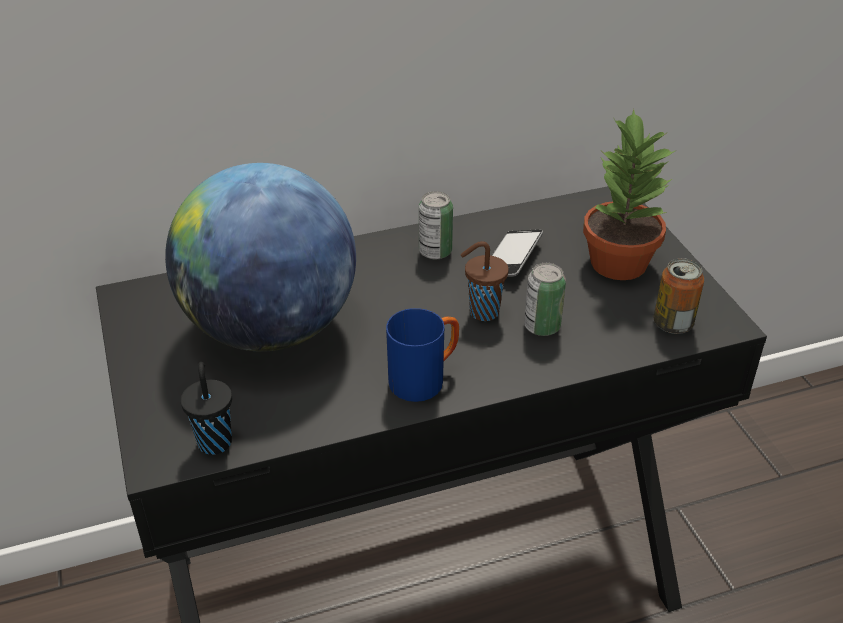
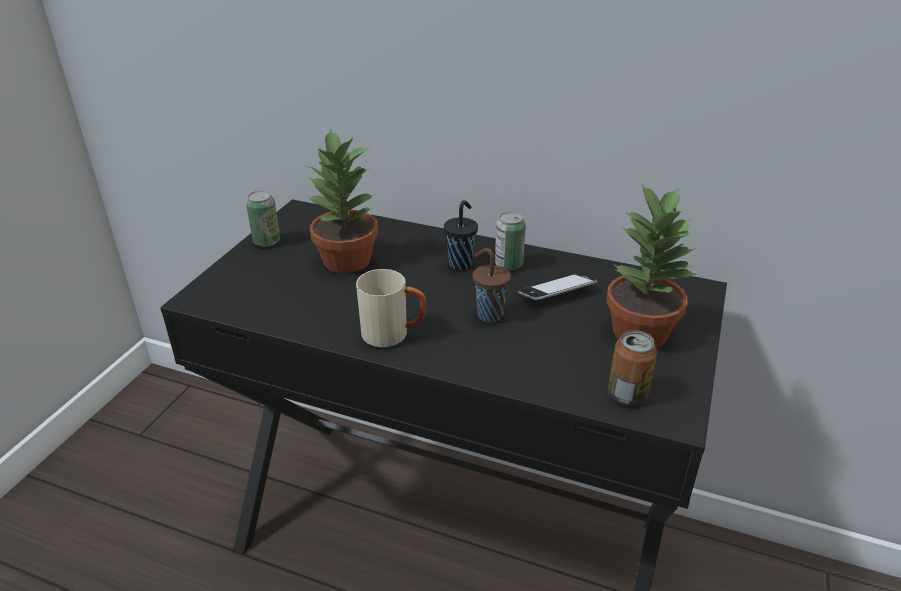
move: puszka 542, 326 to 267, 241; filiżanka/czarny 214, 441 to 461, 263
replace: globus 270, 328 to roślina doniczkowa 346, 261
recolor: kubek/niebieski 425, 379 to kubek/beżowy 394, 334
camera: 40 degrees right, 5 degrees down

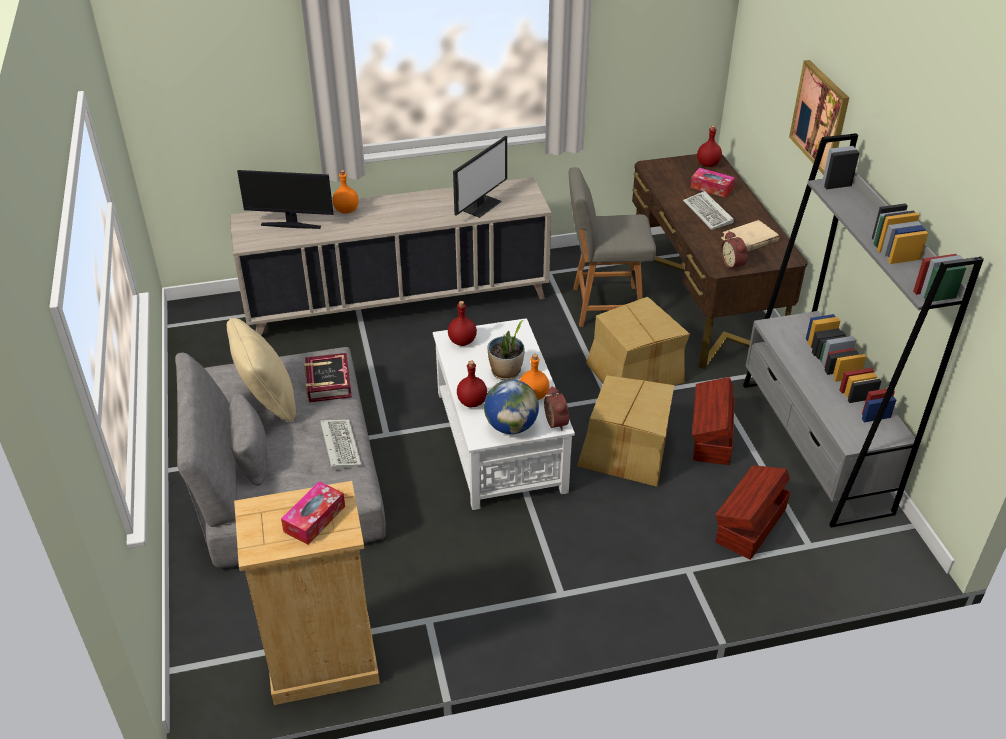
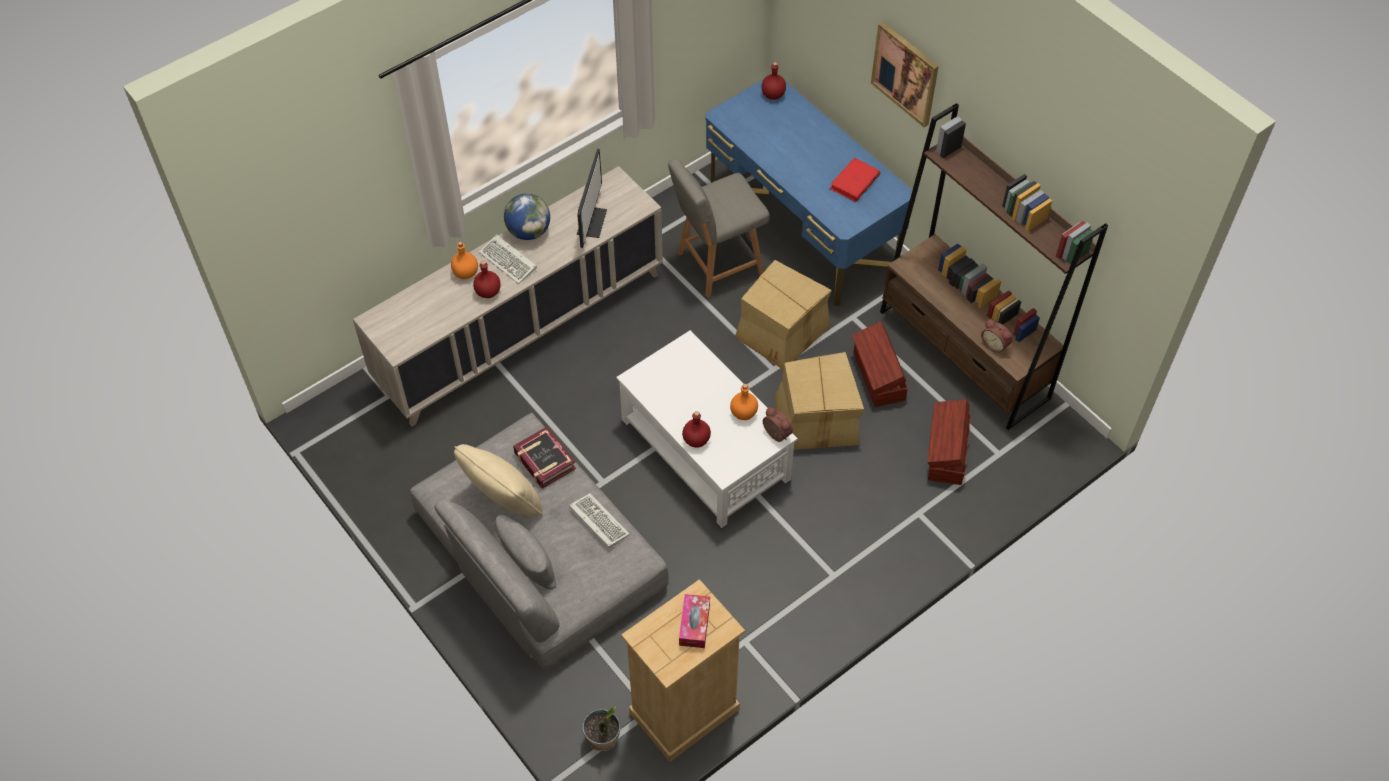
delete: monitor 291, 225; pudełko chusteczek 711, 188
move: butelka/czerwony 462, 342 to 488, 292; klawiatura 709, 213 to 509, 261; globus 511, 426 to 529, 231; roślina doniczkowa 506, 372 to 603, 738; budzik 733, 264 to 995, 344
recolor: biurko/brązowy 702, 301 to biurko/niebieski 801, 227; książka/beżowy 749, 240 to książka/czerwony 854, 182; regał/szary 814, 446 to regał/brązowy 964, 355
camera: 25 degrees left, 15 degrees up

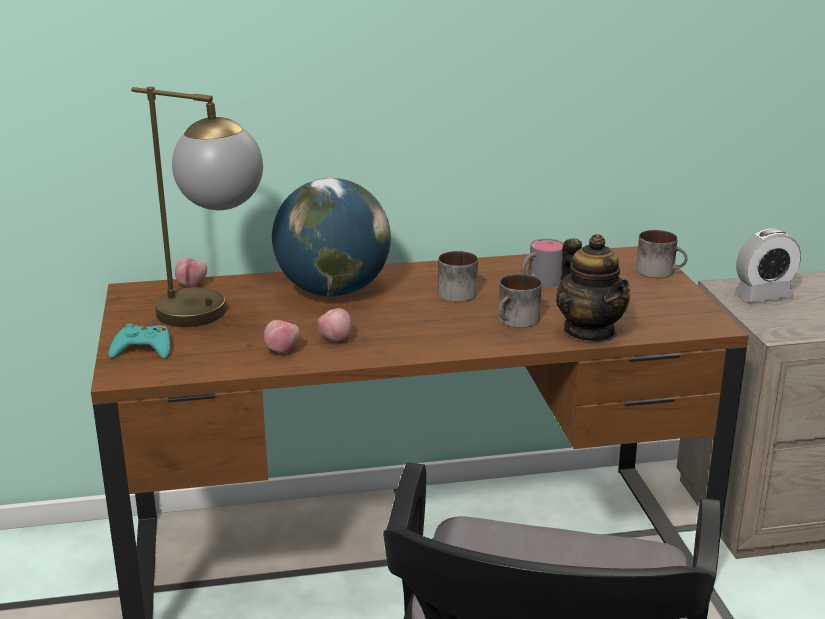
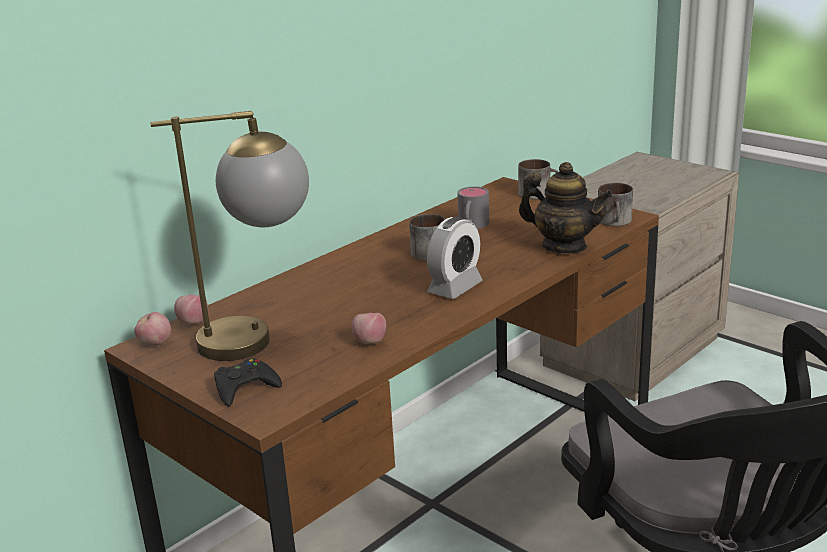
delete: globus 332, 292
move: jabłko 335, 340 to 155, 344; budzik 763, 295 to 455, 288; kubek 517, 321 to 616, 221
recolor: pad do gier/turkusowy 143, 349 to pad do gier/czarny 245, 388
camera: 35 degrees left, 0 degrees up

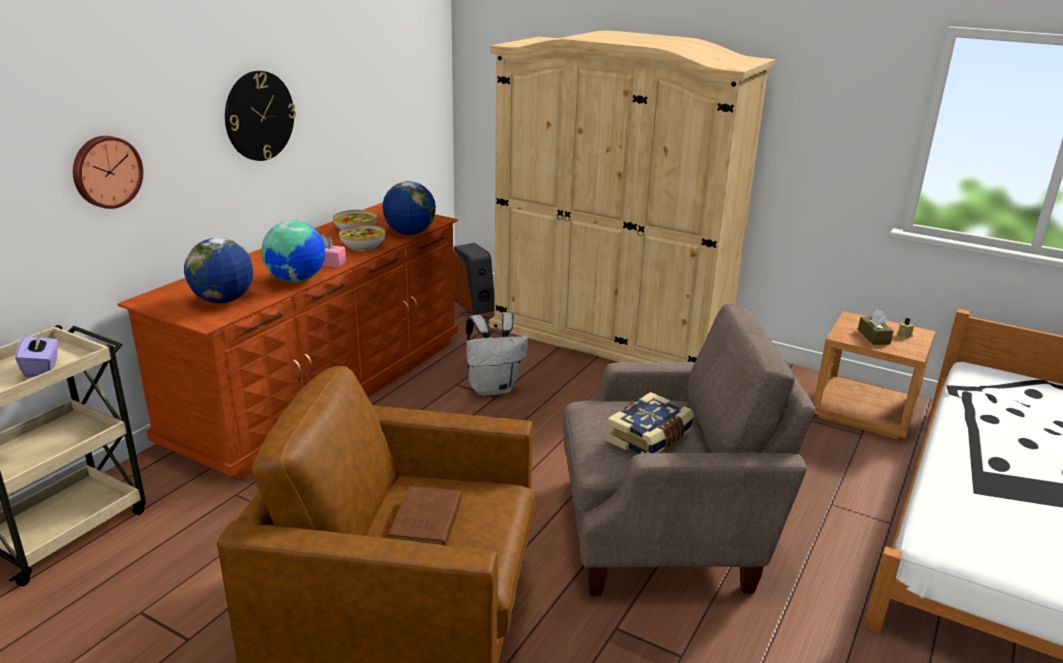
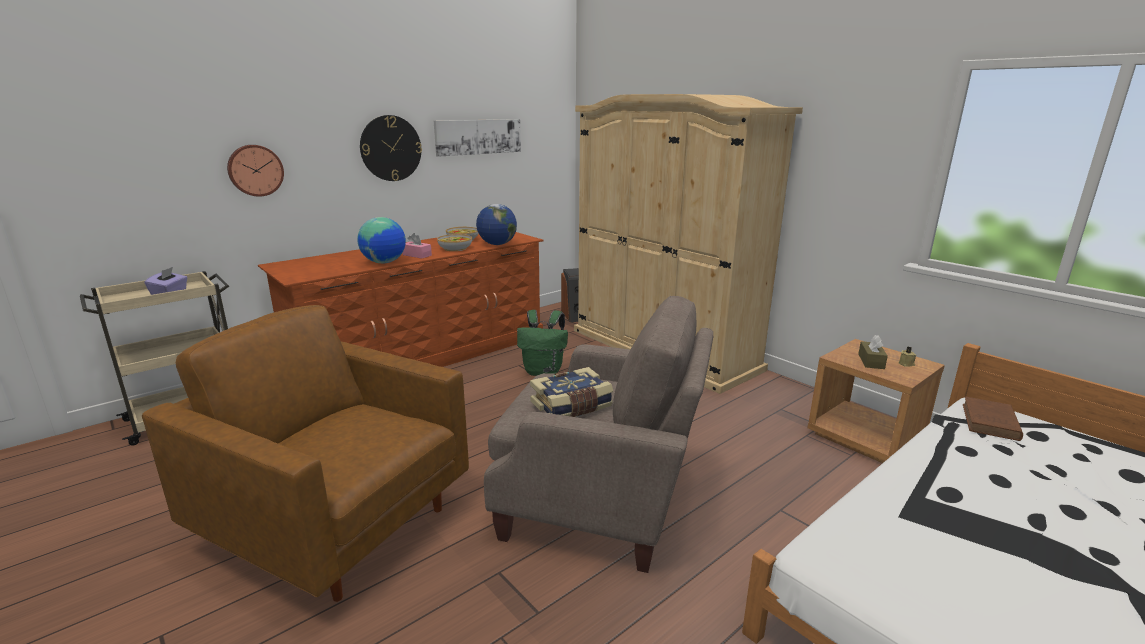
delete: globus 223, 300
insert: obraz 478, 136
move: książka/brązowy 425, 524 to 990, 423
recolor: plecak/biały 493, 388 to plecak/zielony 544, 371
camera: 20 degrees right, 5 degrees down

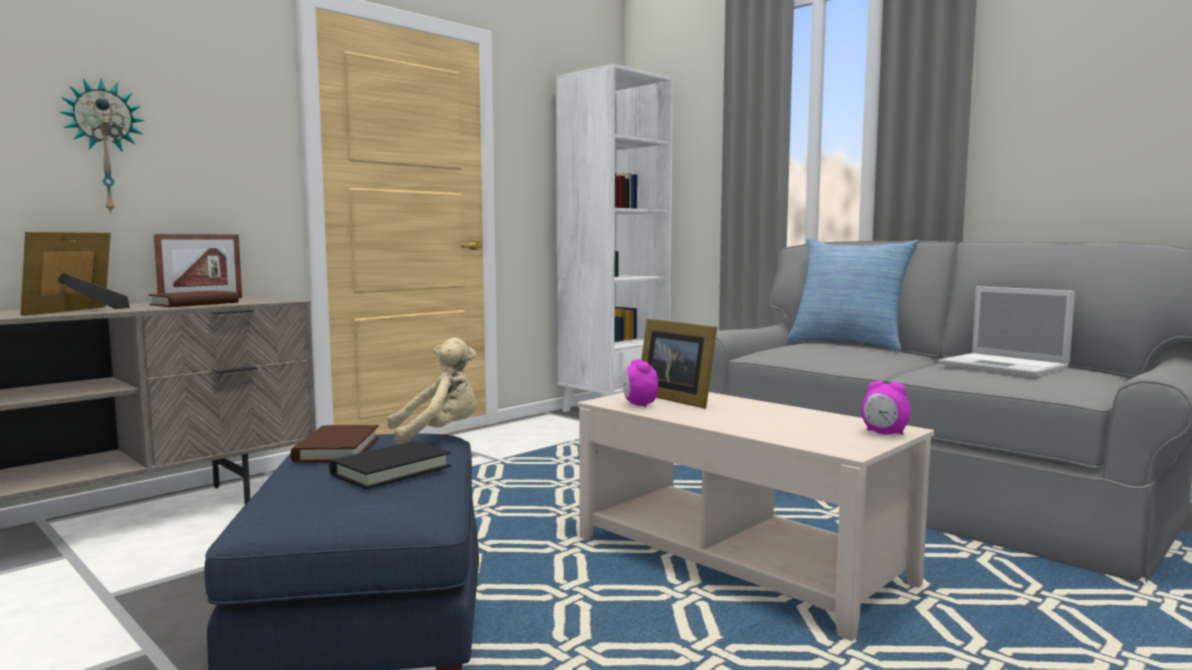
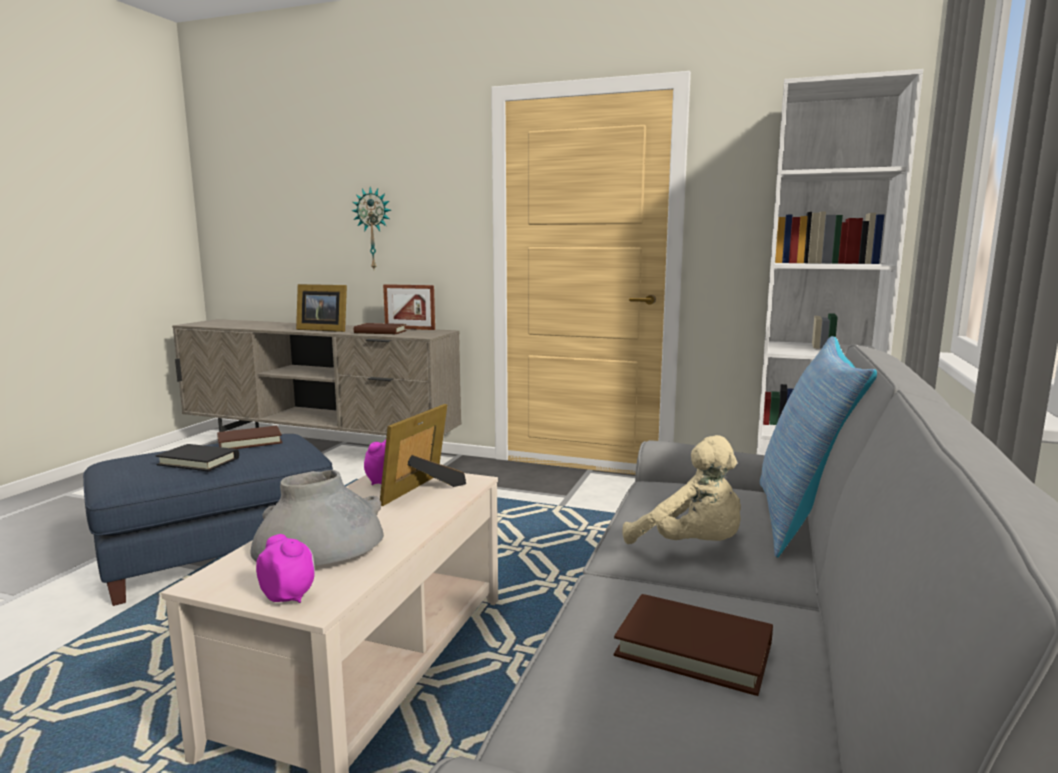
insert: wazon/szary 318, 544
move: pluszak/beżowy 439, 434 to 691, 547
replace: laptop 1005, 366 to książka/brązowy 694, 648
rotate: budzik 884, 433 = 289, 596 120 degrees clockwise; ramka na zdjęcie 78, 311 = 322, 329 150 degrees counterclockwise
camera: 65 degrees right, 5 degrees up

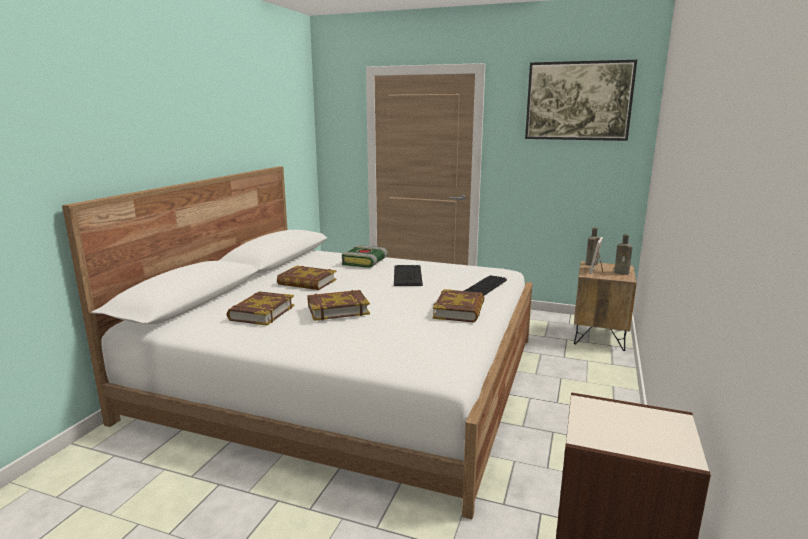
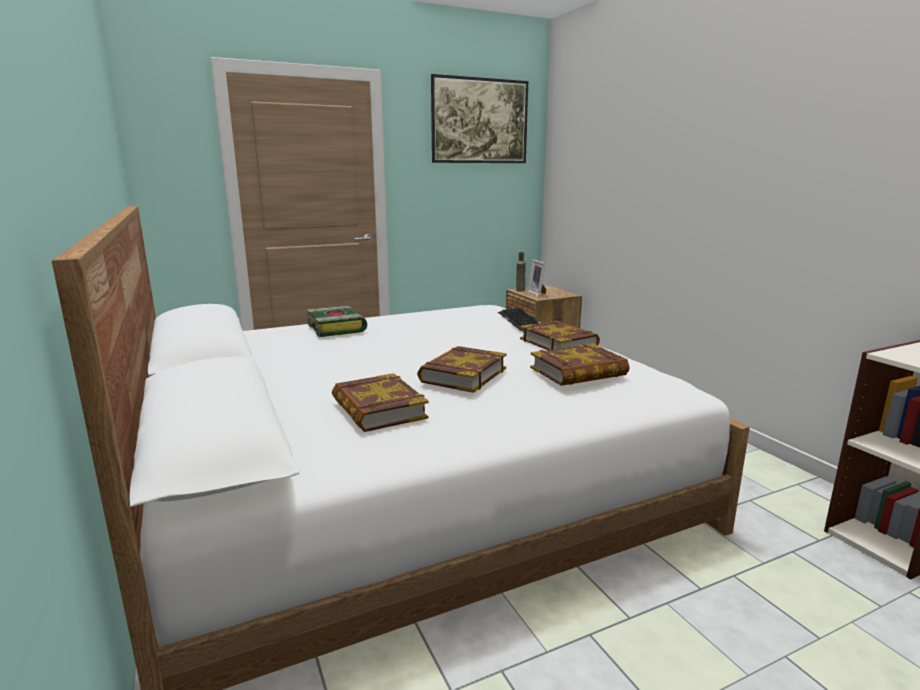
delete: klawiatura 407, 275; butelka/brązowy 622, 273
move: książka 307, 282 to 578, 372
camera: 45 degrees left, 0 degrees up

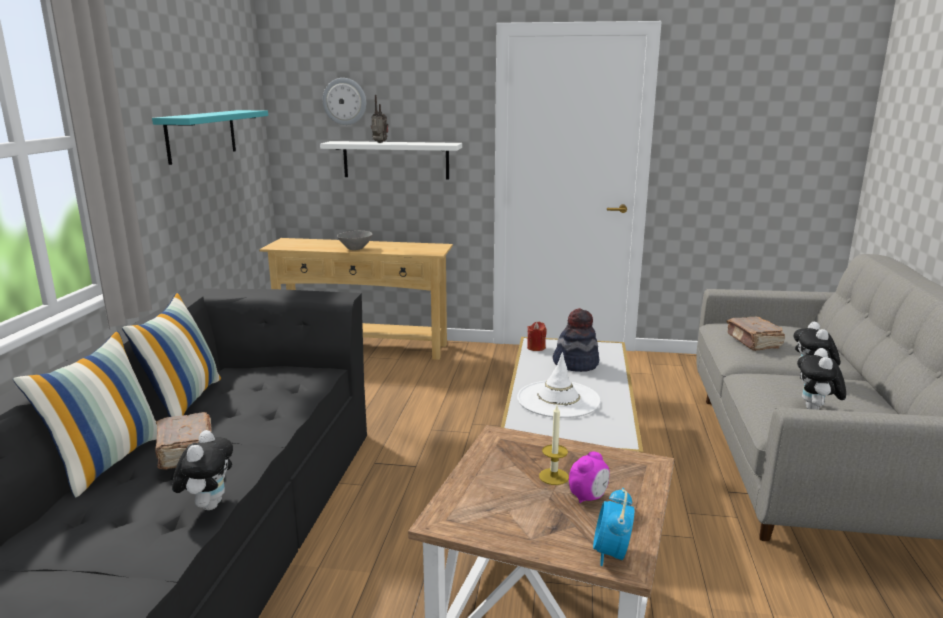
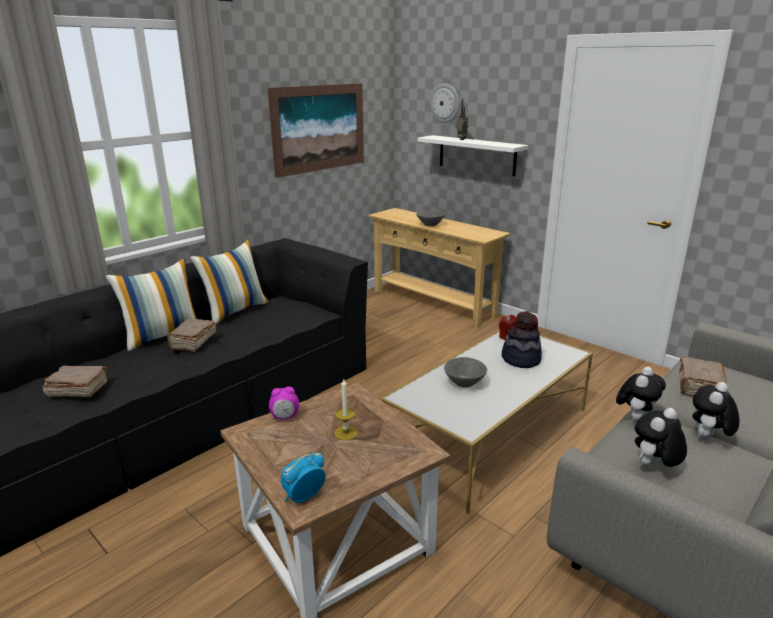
insert: książka/brązowy 77, 390
move: budzik 588, 497 to 285, 417; pluszak 208, 504 to 635, 419
replace: półka/turkusowy 201, 135 to obraz 319, 128; kapelusz/biały 558, 399 to miska/szary 465, 383
camera: 35 degrees right, 5 degrees up

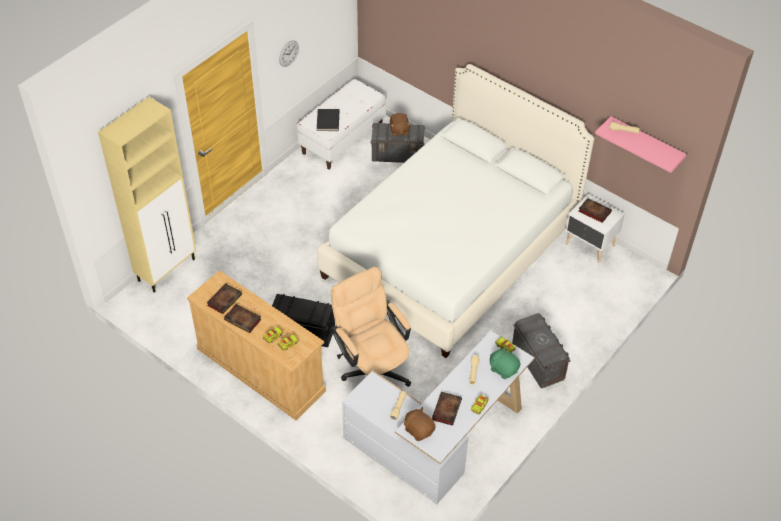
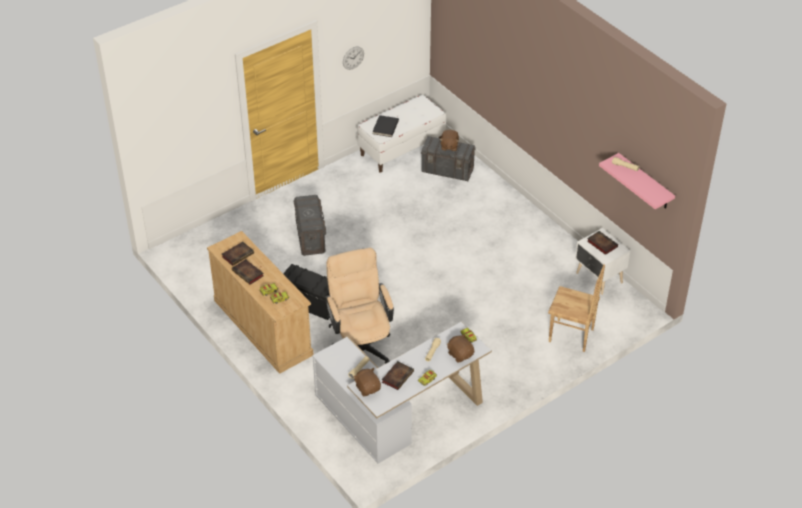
delete: szafka/beżowy 167, 269; łóżko/biały 451, 250
insert: krzesło/brązowy 571, 336
move: pojemnik do przechowywania/szary 538, 361 to 310, 236
recolor: pluszak/zielony 503, 369 to pluszak/brązowy 460, 354
camera: 15 degrees right, 5 degrees down

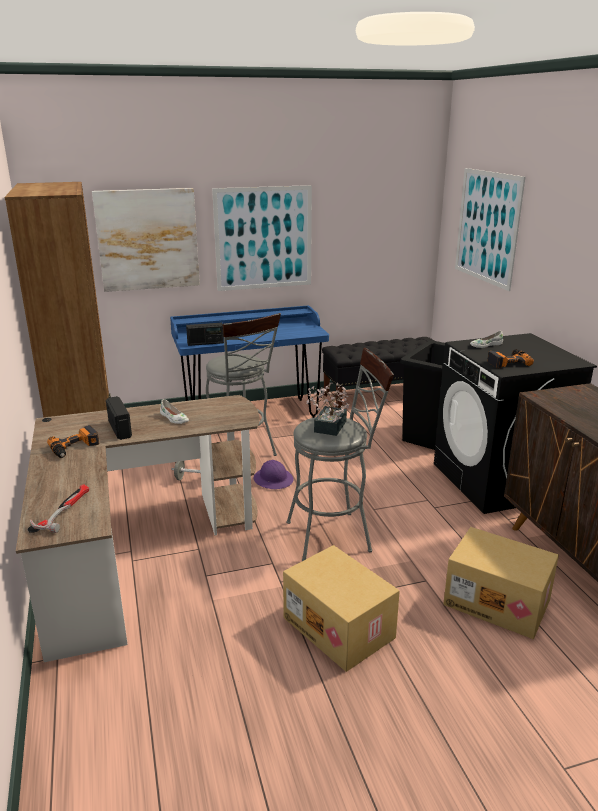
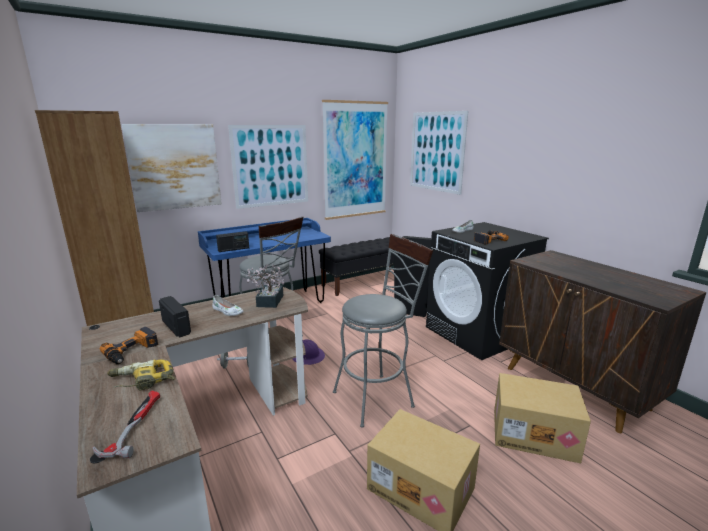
insert: wiertarka 142, 381; obraz 355, 160
move: roślina doniczkowa 328, 428 to 268, 302
camera: 15 degrees left, 5 degrees down

